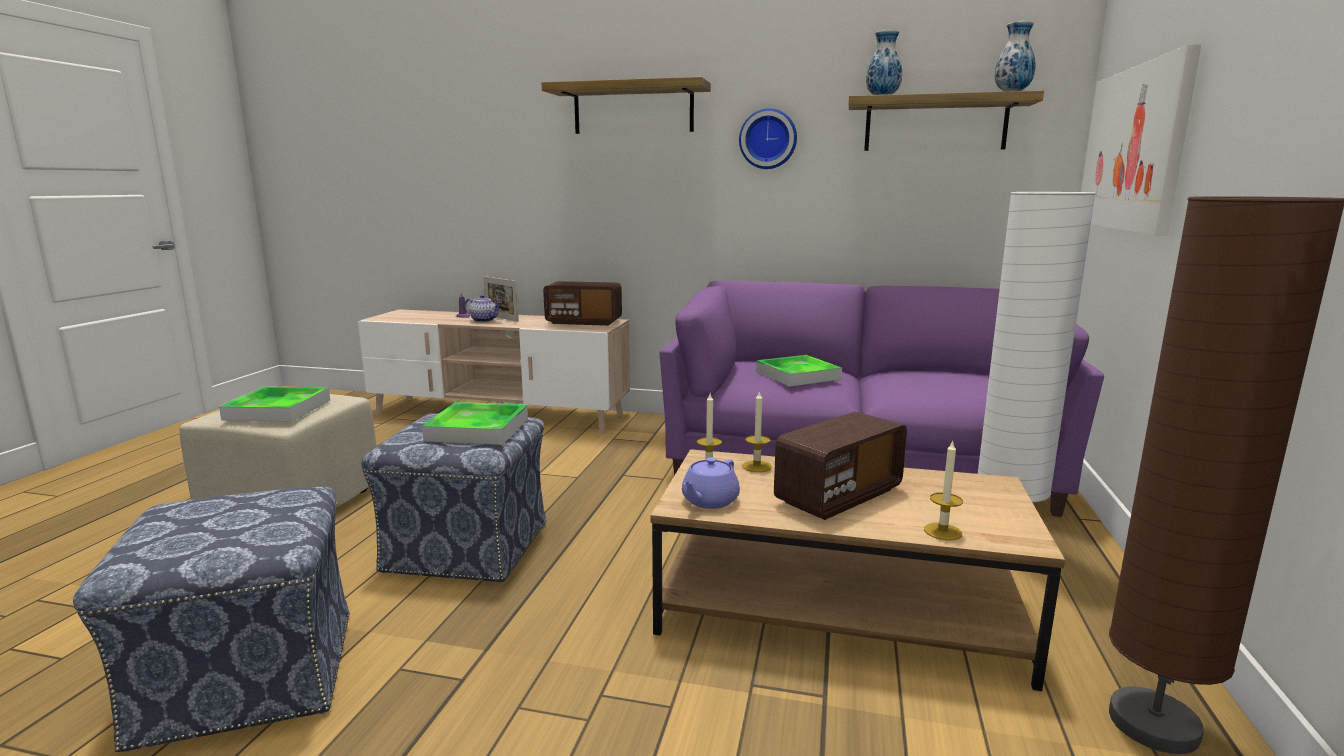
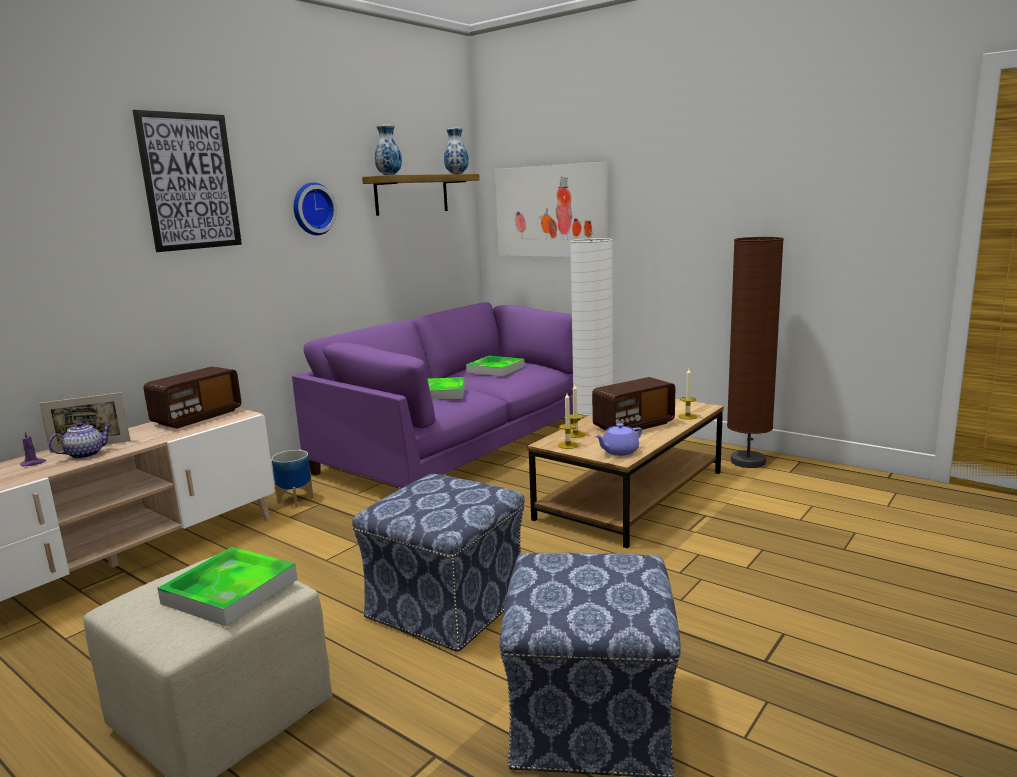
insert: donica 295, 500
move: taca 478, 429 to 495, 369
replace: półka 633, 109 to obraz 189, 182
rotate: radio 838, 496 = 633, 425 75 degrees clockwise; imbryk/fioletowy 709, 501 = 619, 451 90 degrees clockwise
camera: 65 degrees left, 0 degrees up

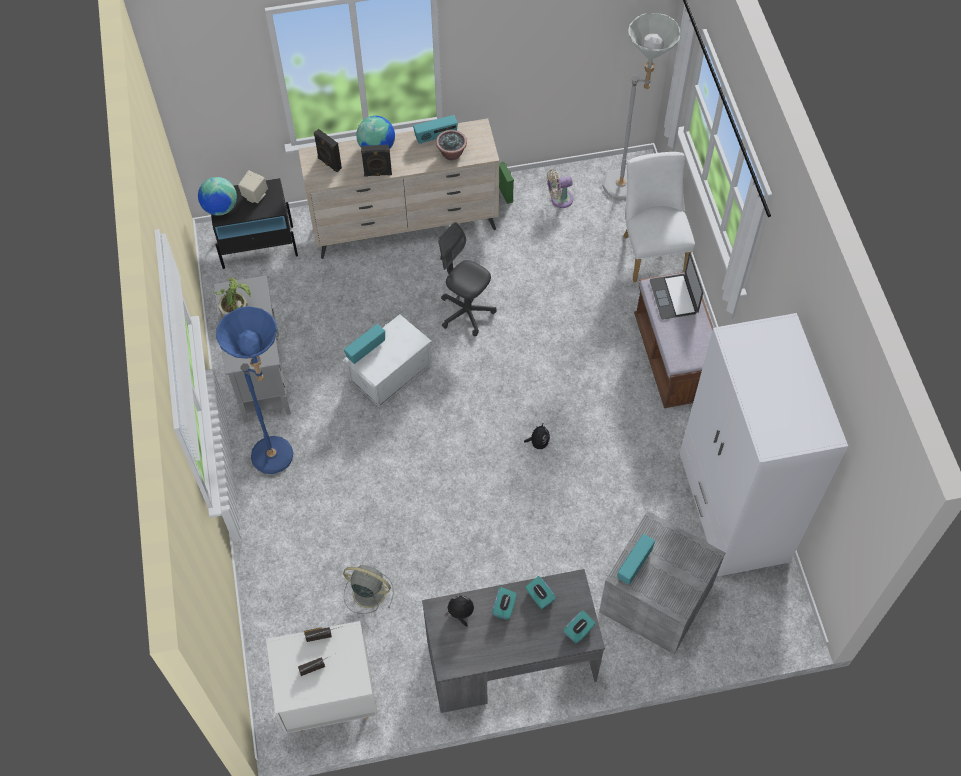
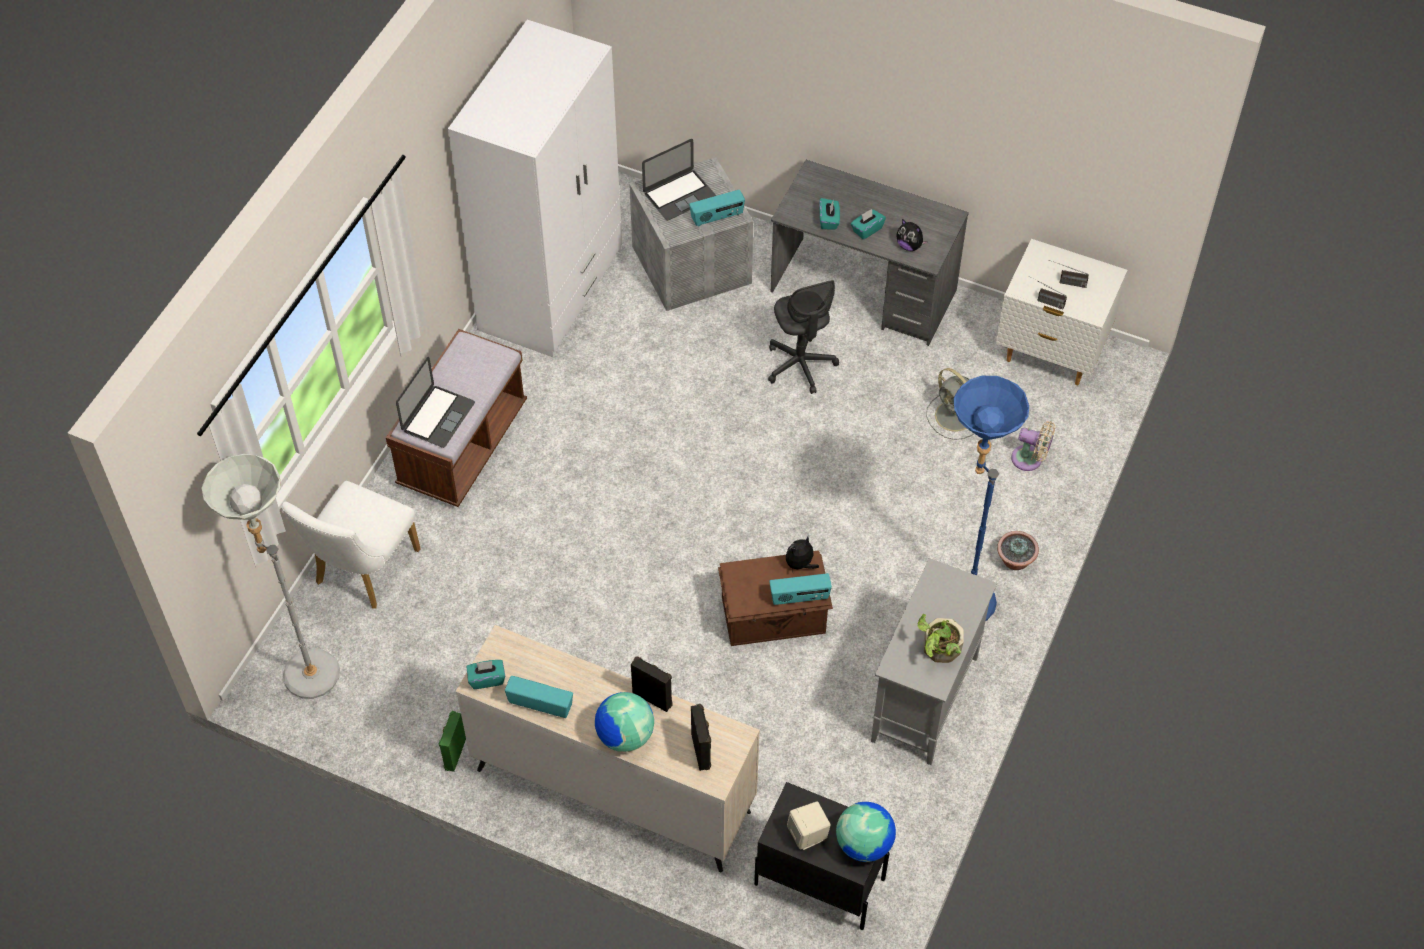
insert: laptop 679, 195
move: pudełko chusteczek/turkusowy 578, 631 to 487, 679; krzesło biurowe/szary 466, 312 to 800, 365; pluszak 538, 443 to 800, 565; roślina doniczkowa 451, 153 to 1015, 562; wentylator/beżowy 559, 199 to 1030, 459
recolor: pojemnik do przechowywania/biały 389, 372 to pojemnik do przechowywania/brązowy 774, 616
camera: 145 degrees left, 5 degrees down

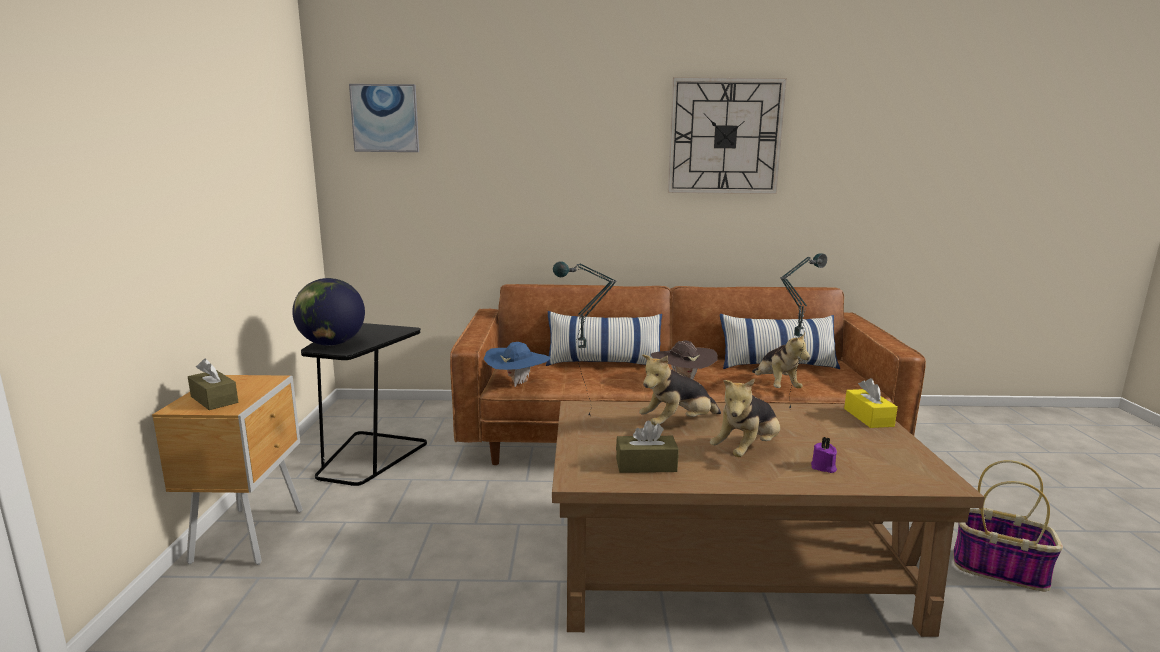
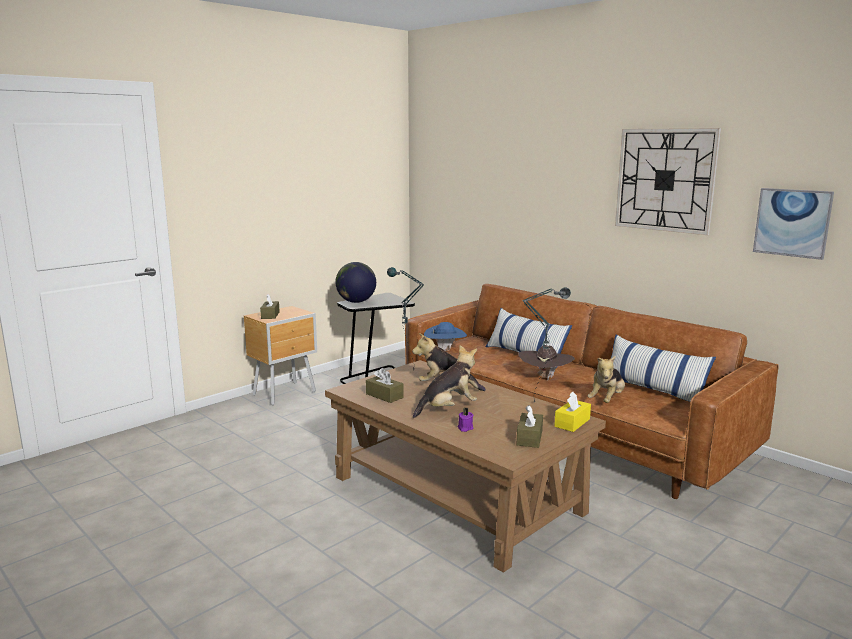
delete: koszyk 1000, 569
insert: pudełko chusteczek/brązowy 529, 438
move: obraz 385, 118 to 792, 222
rotate: pluszak 747, 450 = 448, 408 150 degrees clockwise
camera: 45 degrees right, 0 degrees up

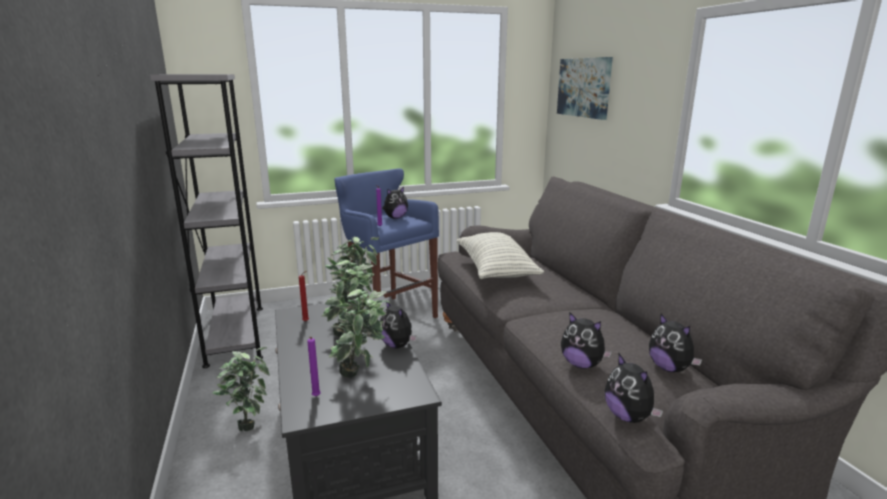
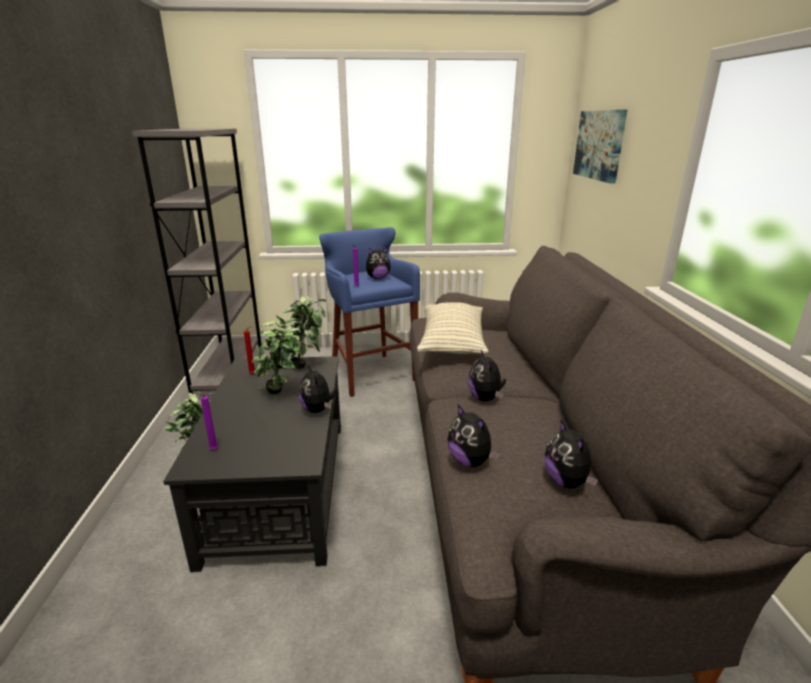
delete: roślina doniczkowa 361, 375
move: pluszak 628, 417 to 485, 398
camera: 15 degrees right, 5 degrees up

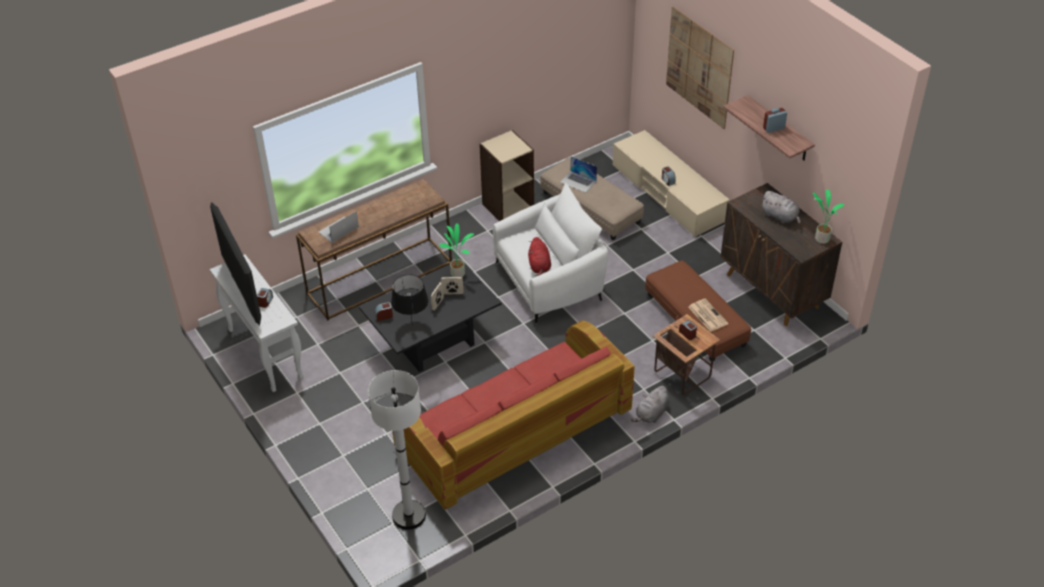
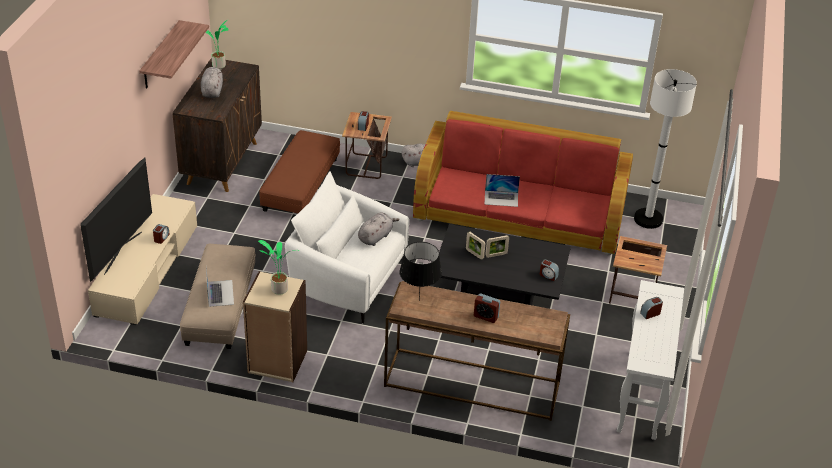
delete: obraz 699, 67; gazeta 707, 315
insert: stolik 633, 297
move: telewizor 243, 294 to 122, 252; roślina doniczkowa 458, 273 to 278, 289; lampa stołowa/czarny 412, 325 to 419, 300; budzik 773, 128 to 486, 316; laptop 338, 229 to 501, 198
recolor: pluszak/czerwony 539, 266 to pluszak/szary 376, 237
camera: 135 degrees left, 5 degrees down

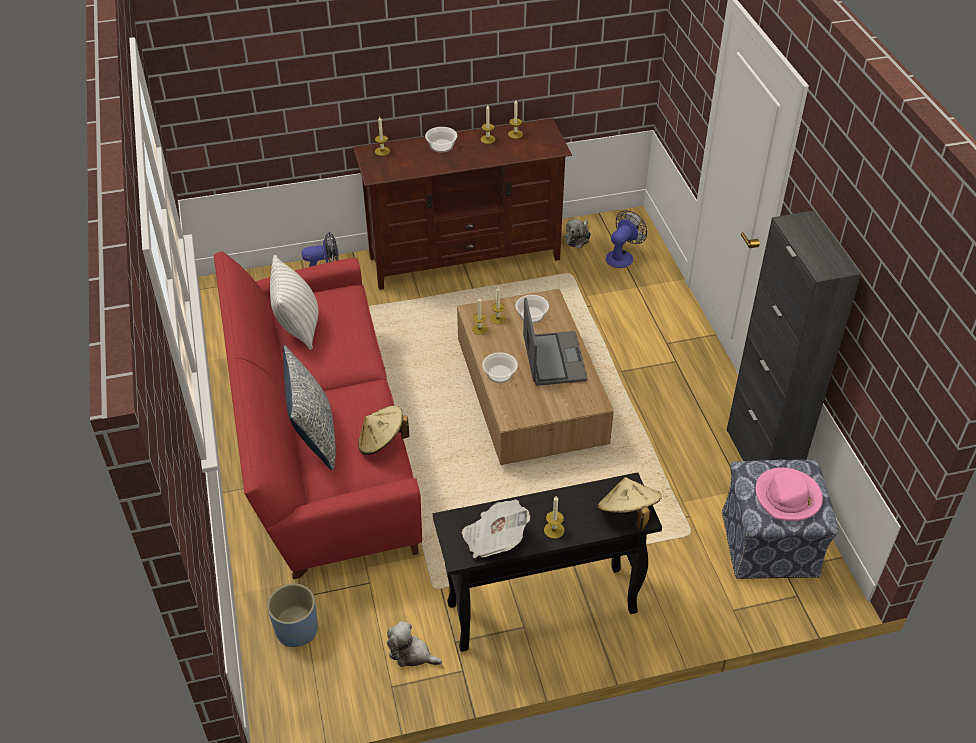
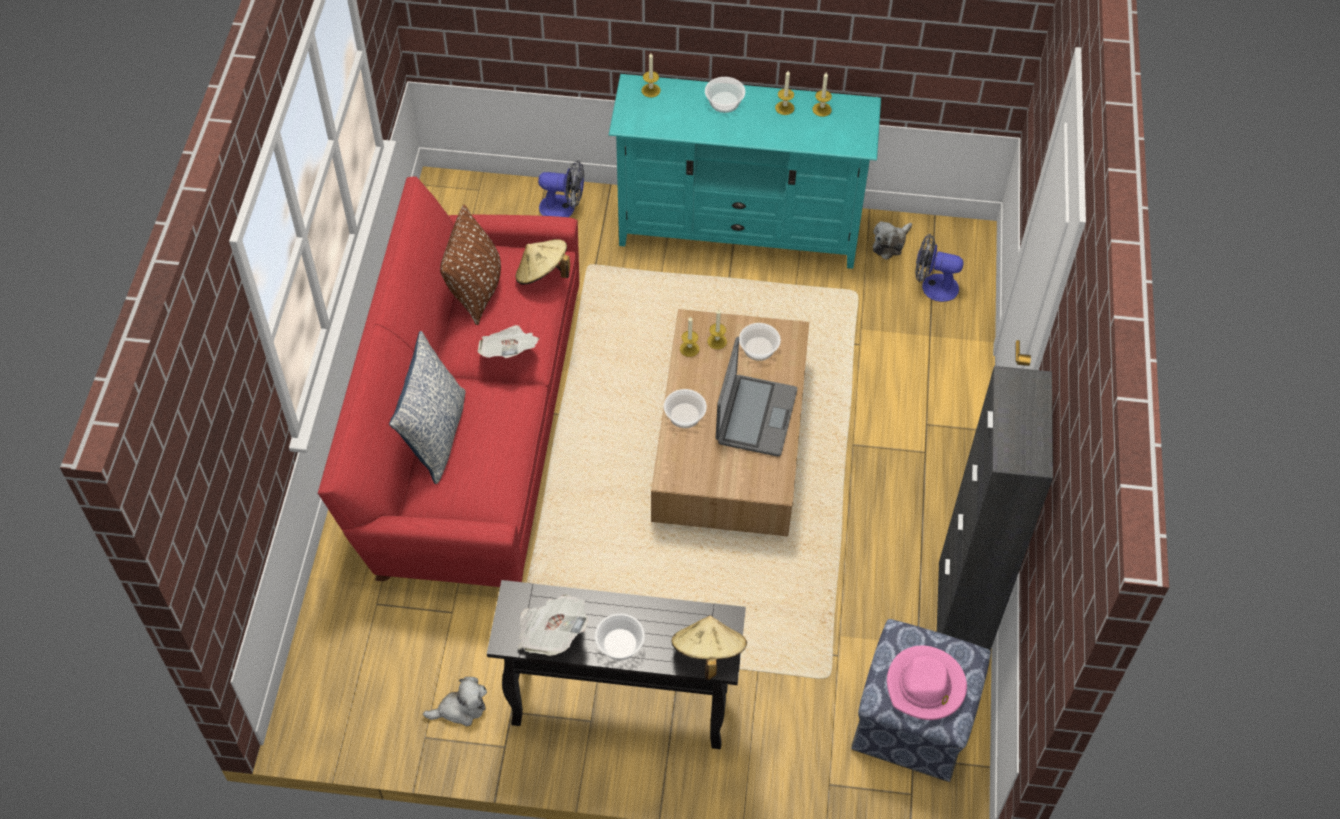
delete: donica/niebieski 296, 629
insert: gazeta 509, 352
move: kapelusz/beżowy 382, 442 to 542, 274
replace: świeca 554, 530 to miska 619, 644
recolor: poduszka/biały 298, 326 to poduszka/brązowy 475, 290; szafka pod telewizor/brązowy 464, 257 to szafka pod telewizor/turkusowy 739, 230
rotate: pluszak 411, 654 = 460, 708 120 degrees clockwise; wentylator 622, 256 = 933, 286 135 degrees counterclockwise
camera: 20 degrees right, 10 degrees up

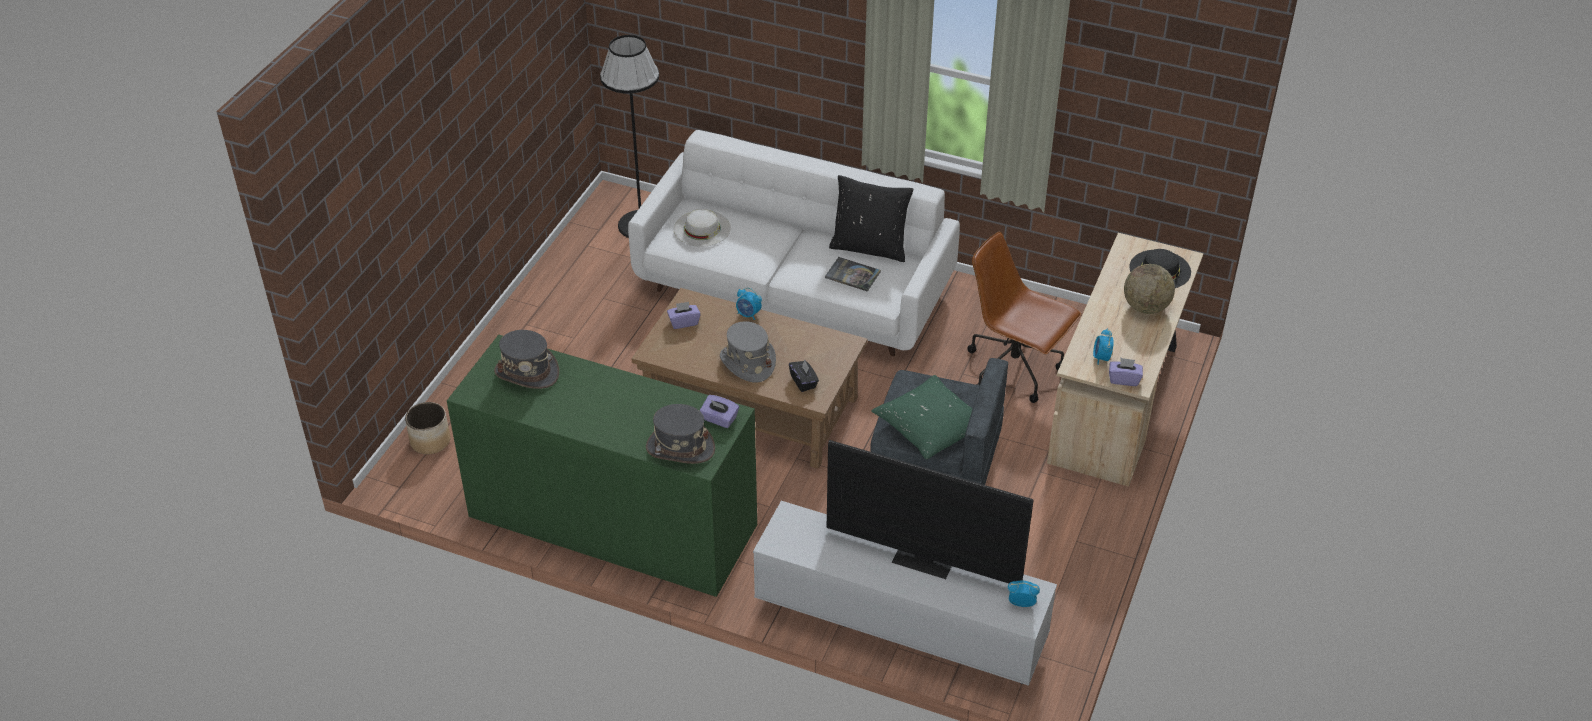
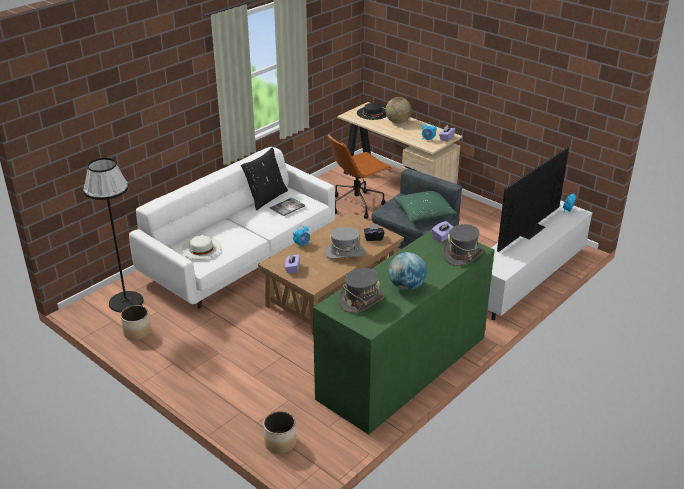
insert: donica 137, 332; globus 406, 286
camera: 70 degrees left, 10 degrees down

